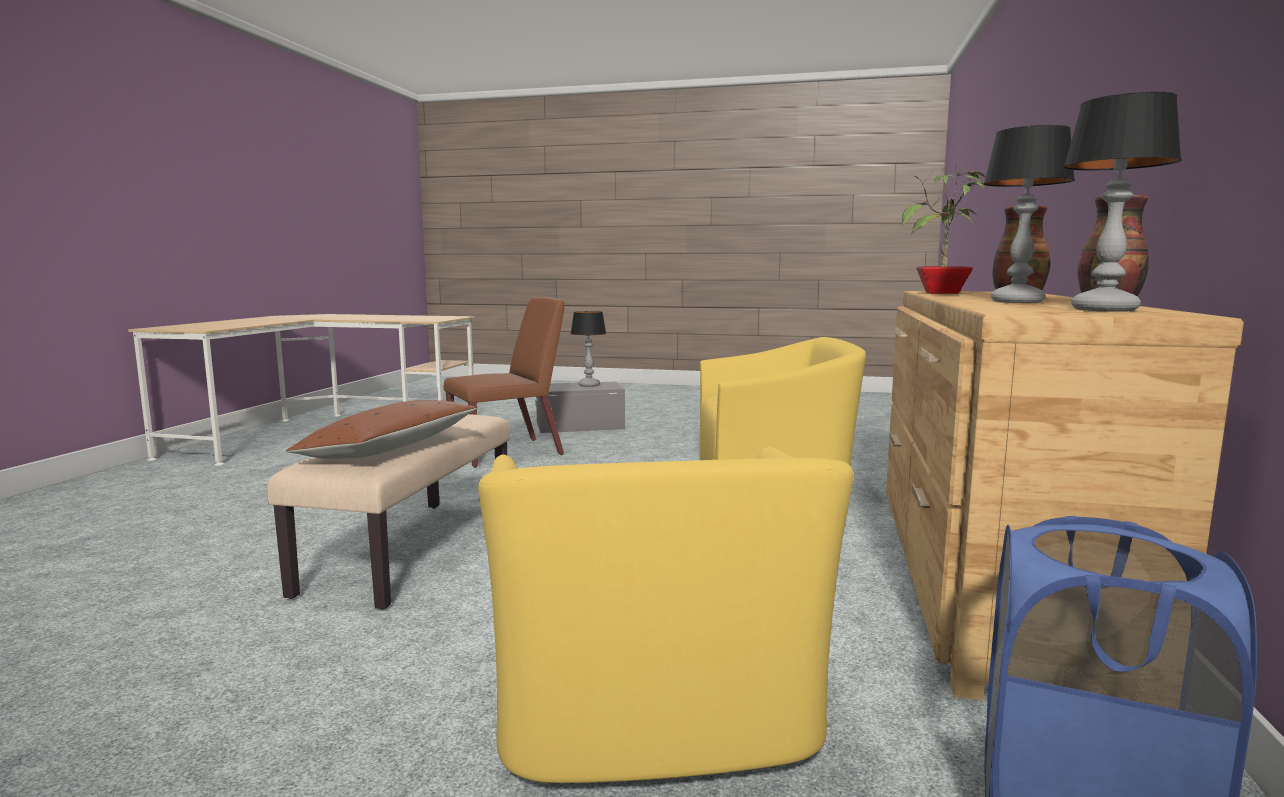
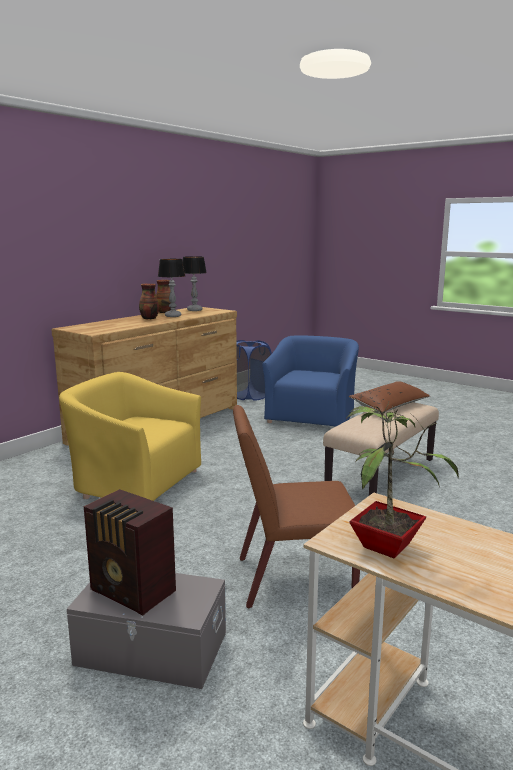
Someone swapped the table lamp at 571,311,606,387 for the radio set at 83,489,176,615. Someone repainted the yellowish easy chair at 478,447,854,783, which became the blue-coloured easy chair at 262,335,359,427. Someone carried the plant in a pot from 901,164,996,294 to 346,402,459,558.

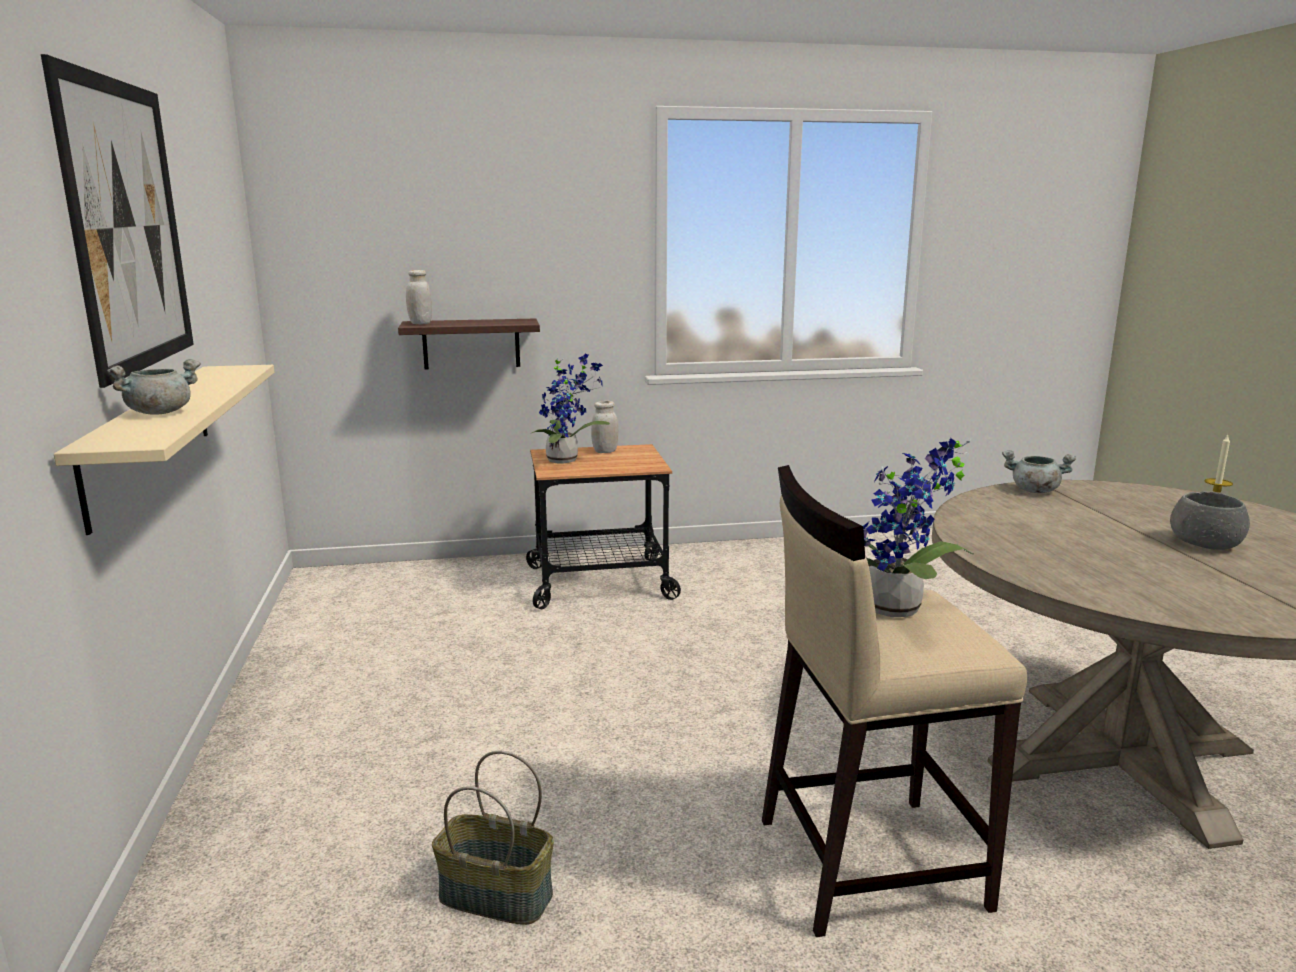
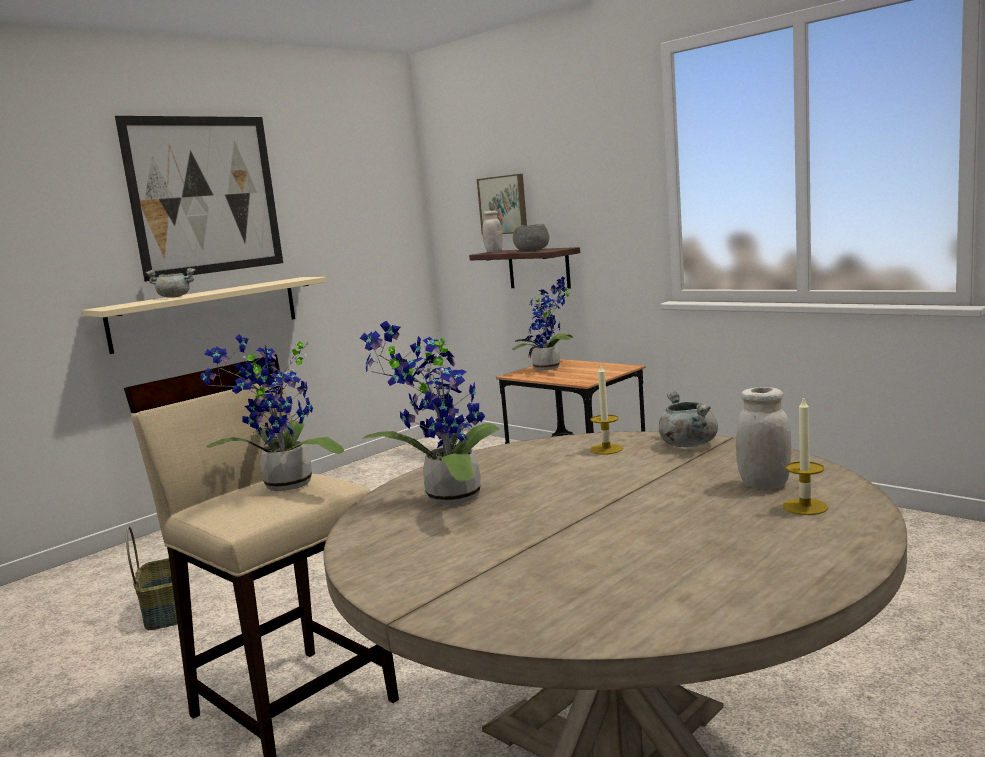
Someone put down the plant in a pot at 360,321,500,505. Someone put up the wall art at 477,174,527,235. Someone carried the grey serving bowl from 1170,491,1250,550 to 513,224,549,251. Someone put down the candle at 590,365,623,455. Someone carried the white preserve jar from 591,401,619,453 to 736,387,791,489.

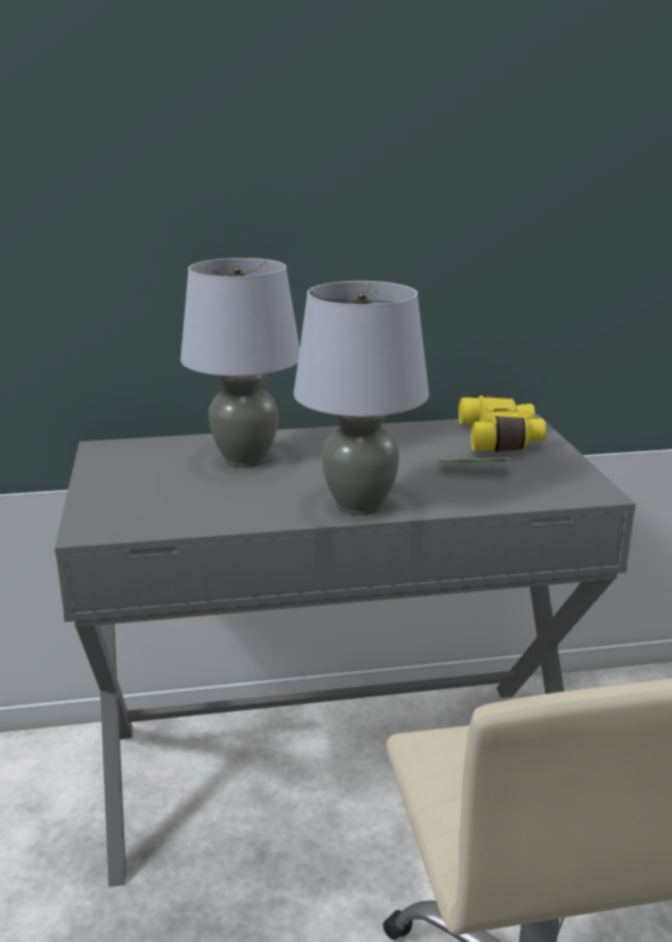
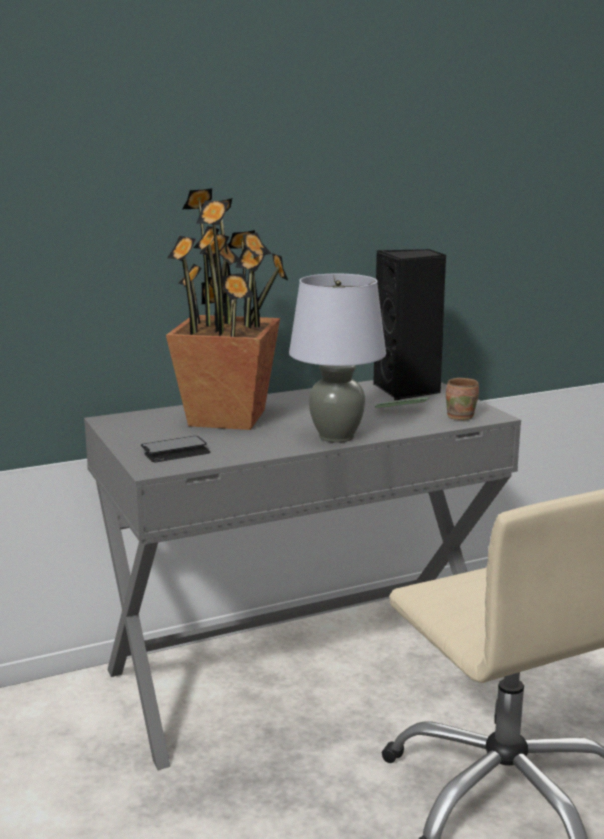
Someone put down the phone at 141,436,211,462. Someone swapped the grey table lamp at 180,258,300,467 for the plant in a pot at 166,188,288,430. Someone swapped the yellowish pair of binoculars at 459,395,546,452 for the blackish speaker at 373,249,446,400. Someone put down the brown coffee mug at 446,378,479,420.

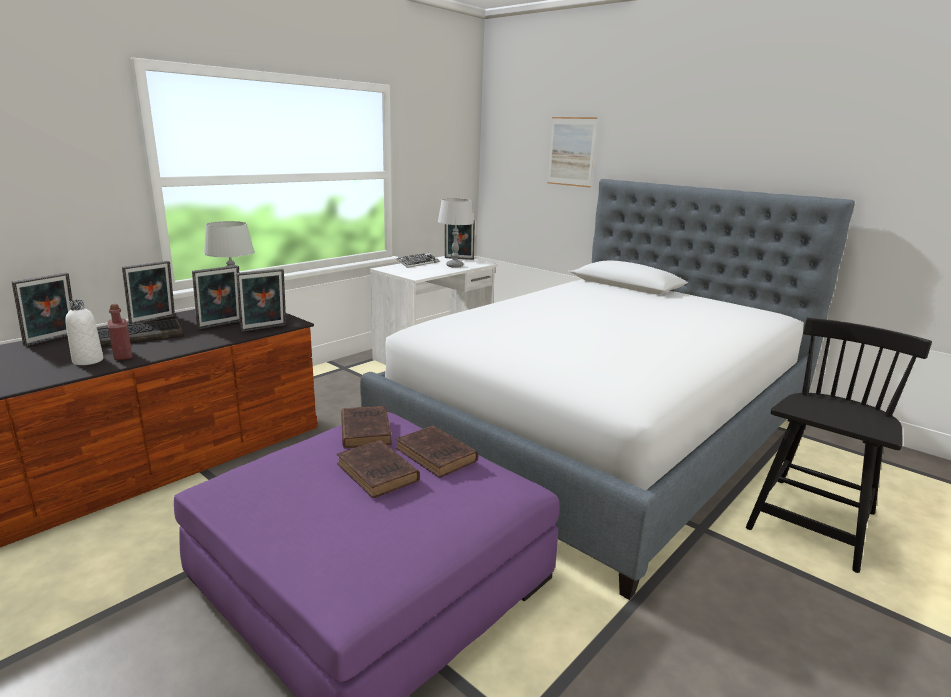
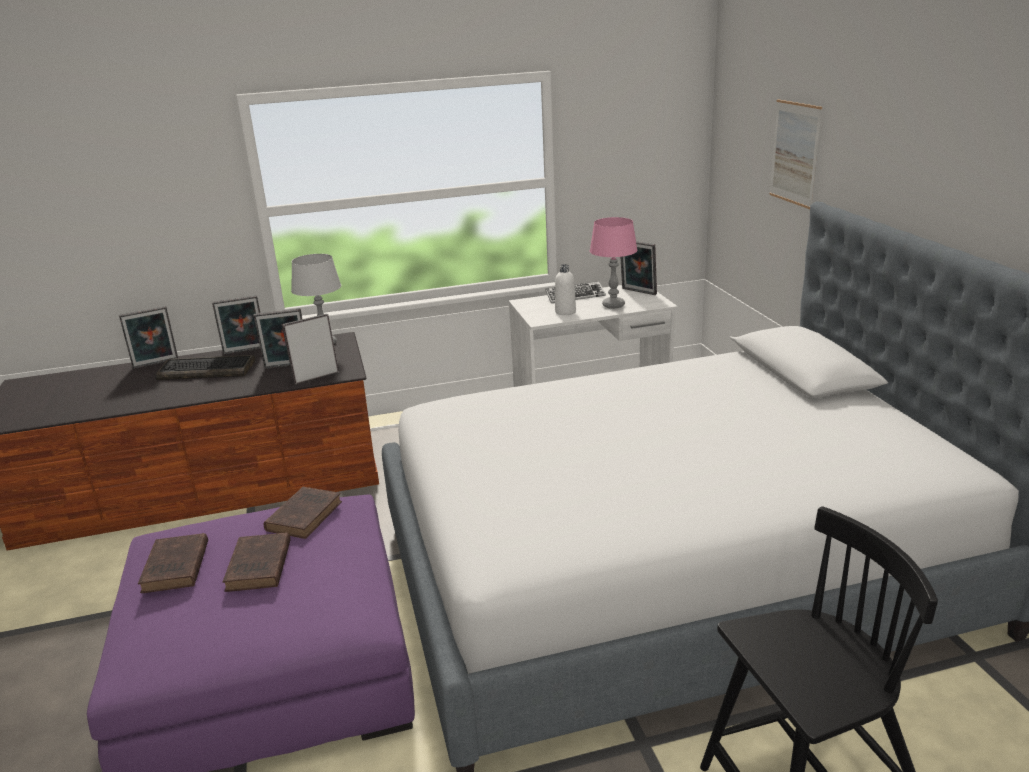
Someone carried the brown volume from 396,425,478,478 to 138,533,208,593. Someone rotated the photo frame at 236,269,286,332 by 150 degrees clockwise. Someone carried the white beverage bottle from 65,300,103,365 to 555,264,576,315. Someone repainted the grey table lamp at 438,198,474,268, which became the pinkish table lamp at 590,217,638,309. Someone took away the red-coloured beverage bottle at 108,304,133,360.

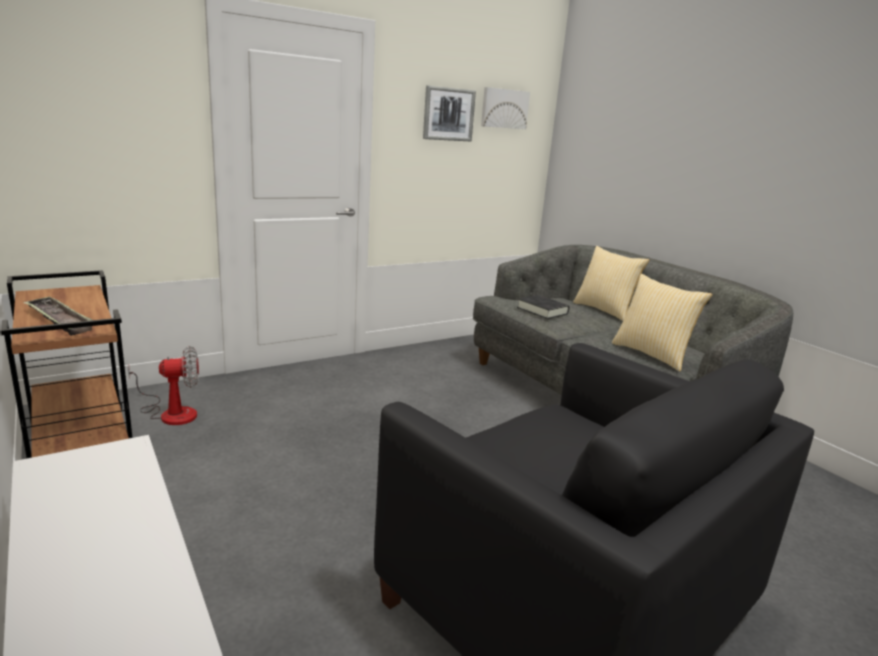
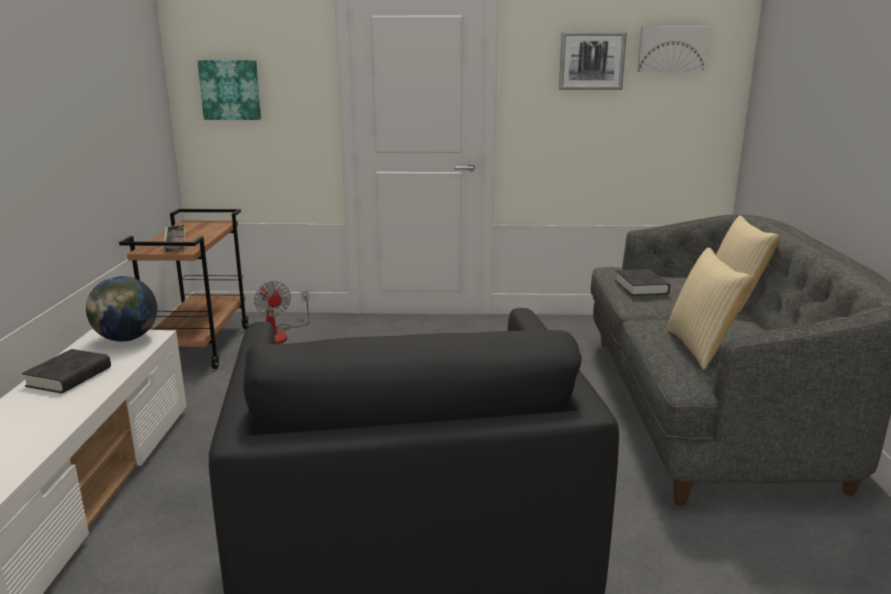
Someone put down the blackish volume at 22,349,111,393. Someone put down the world globe at 86,276,157,342. Someone put up the wall art at 197,60,261,120. Someone rotated the cooling fan at 128,346,199,425 by 45 degrees clockwise.

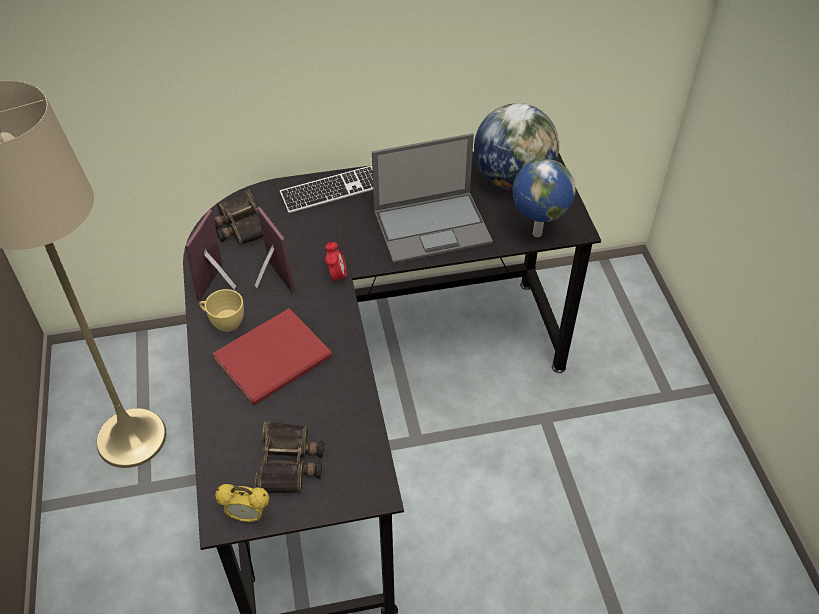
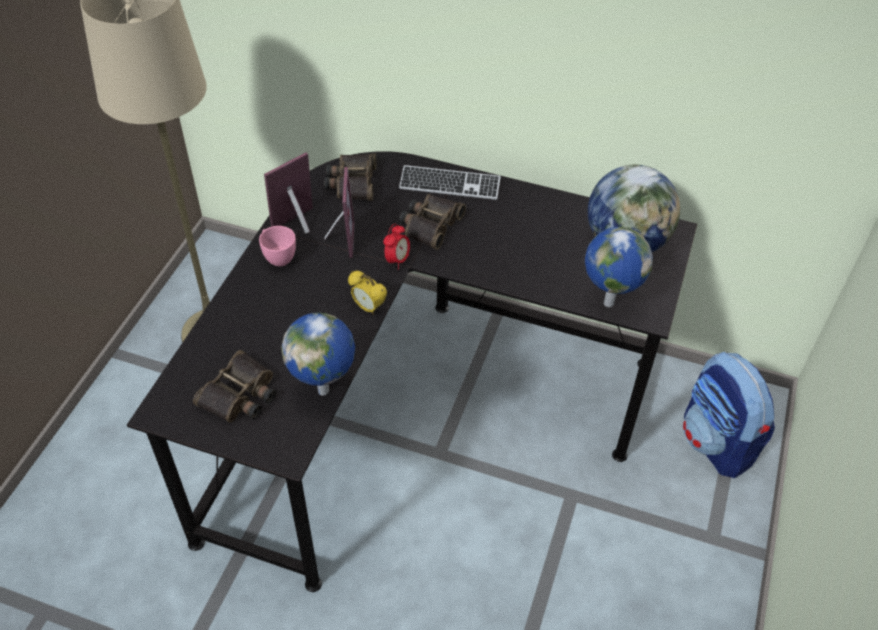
Someone repainted the yellowish drinking cup at 199,289,244,332, which became the pinkish drinking cup at 259,226,296,266. Someone put down the world globe at 281,313,355,396. Someone carried the alarm clock from 215,484,269,522 to 348,271,387,315. Someone put down the pair of binoculars at 399,194,466,250. Someone put down the backpack at 683,351,775,478. Someone took away the red-coloured volume at 212,308,332,406. Someone took away the laptop at 372,133,493,263.

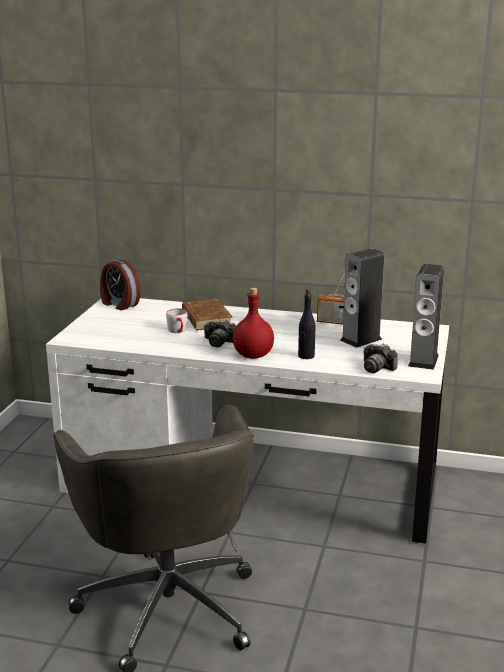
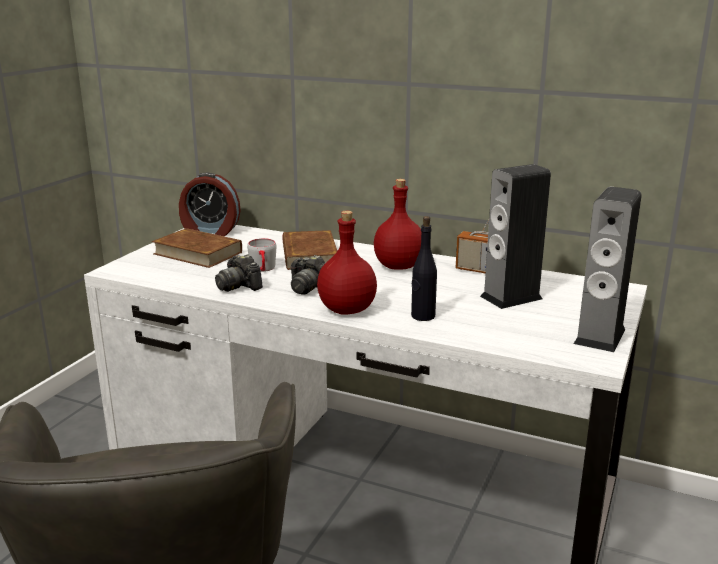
Someone put down the brown volume at 152,228,242,268. Someone rotated the alarm clock at 100,259,141,310 by 45 degrees counterclockwise. Someone carried the photo camera from 363,343,398,373 to 215,254,263,292. Someone put down the red-coloured beverage bottle at 374,179,421,270.

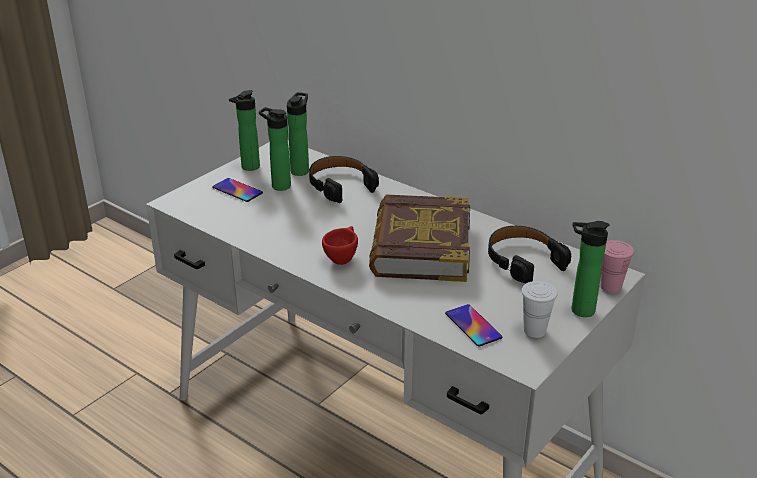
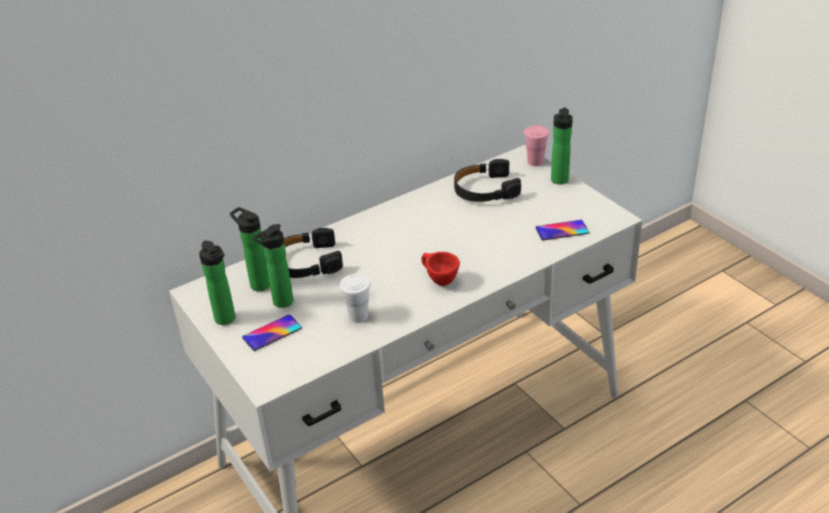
Someone carried the white drinking cup from 521,281,558,338 to 339,274,371,323. Someone took away the volume at 369,195,470,282.

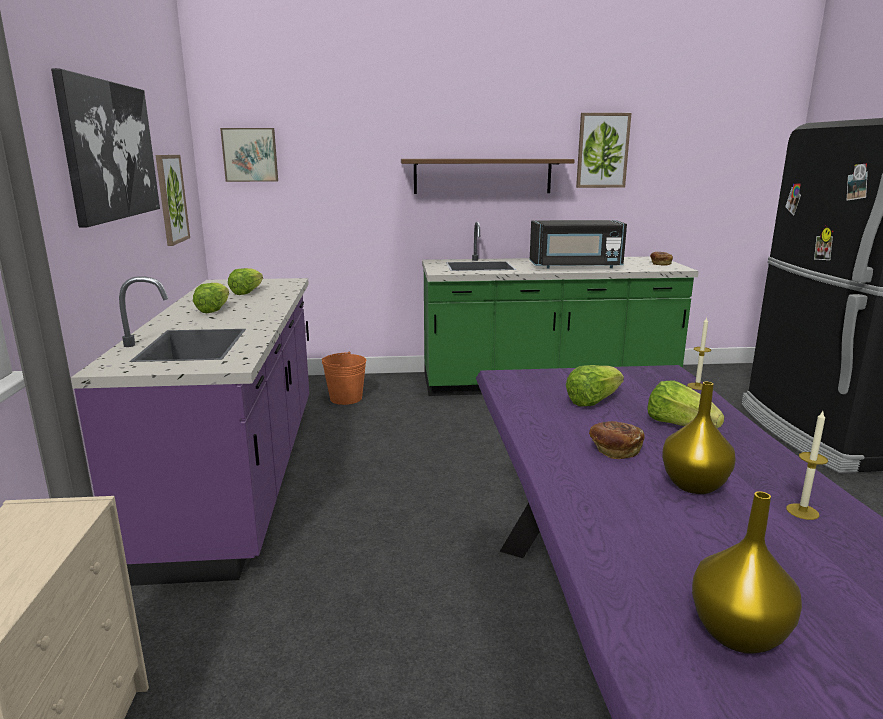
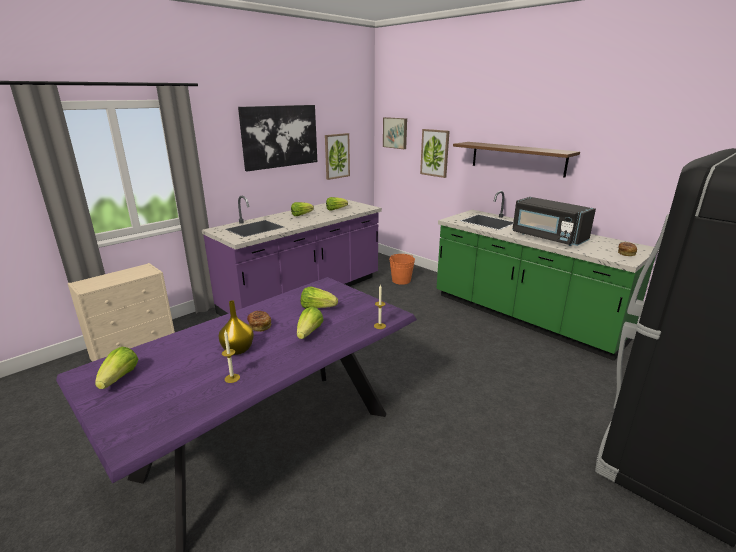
Someone swapped the yellowish decorative vase at 692,491,802,654 for the lettuce head at 95,346,138,389. Someone carried the wall art from 576,113,631,188 to 420,129,450,178.

